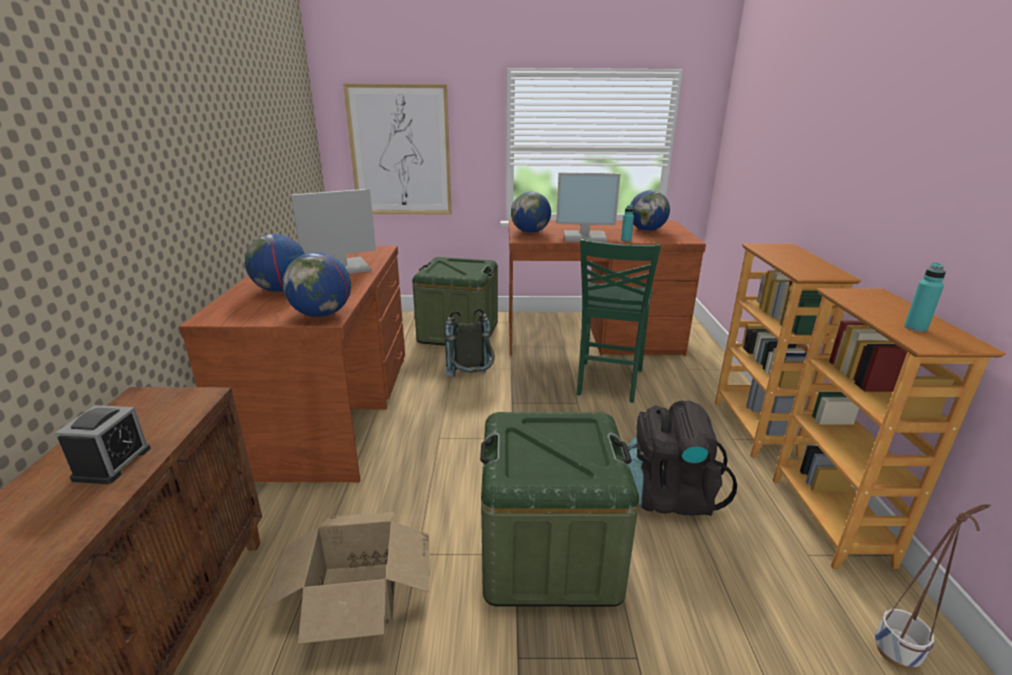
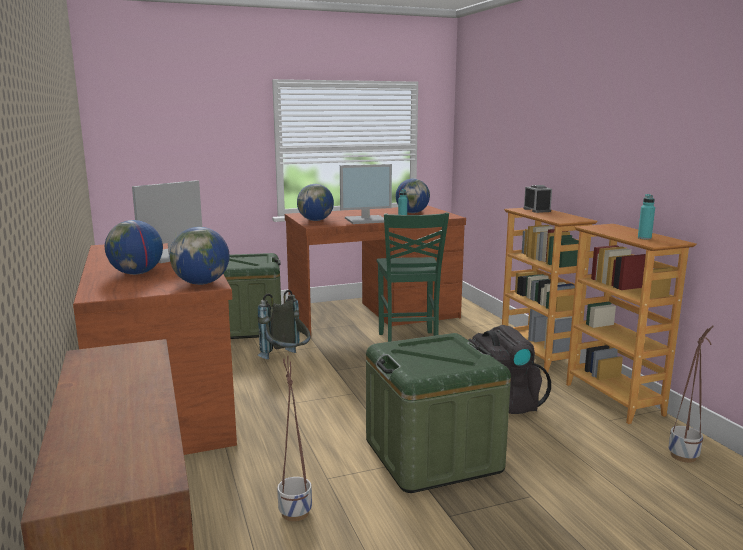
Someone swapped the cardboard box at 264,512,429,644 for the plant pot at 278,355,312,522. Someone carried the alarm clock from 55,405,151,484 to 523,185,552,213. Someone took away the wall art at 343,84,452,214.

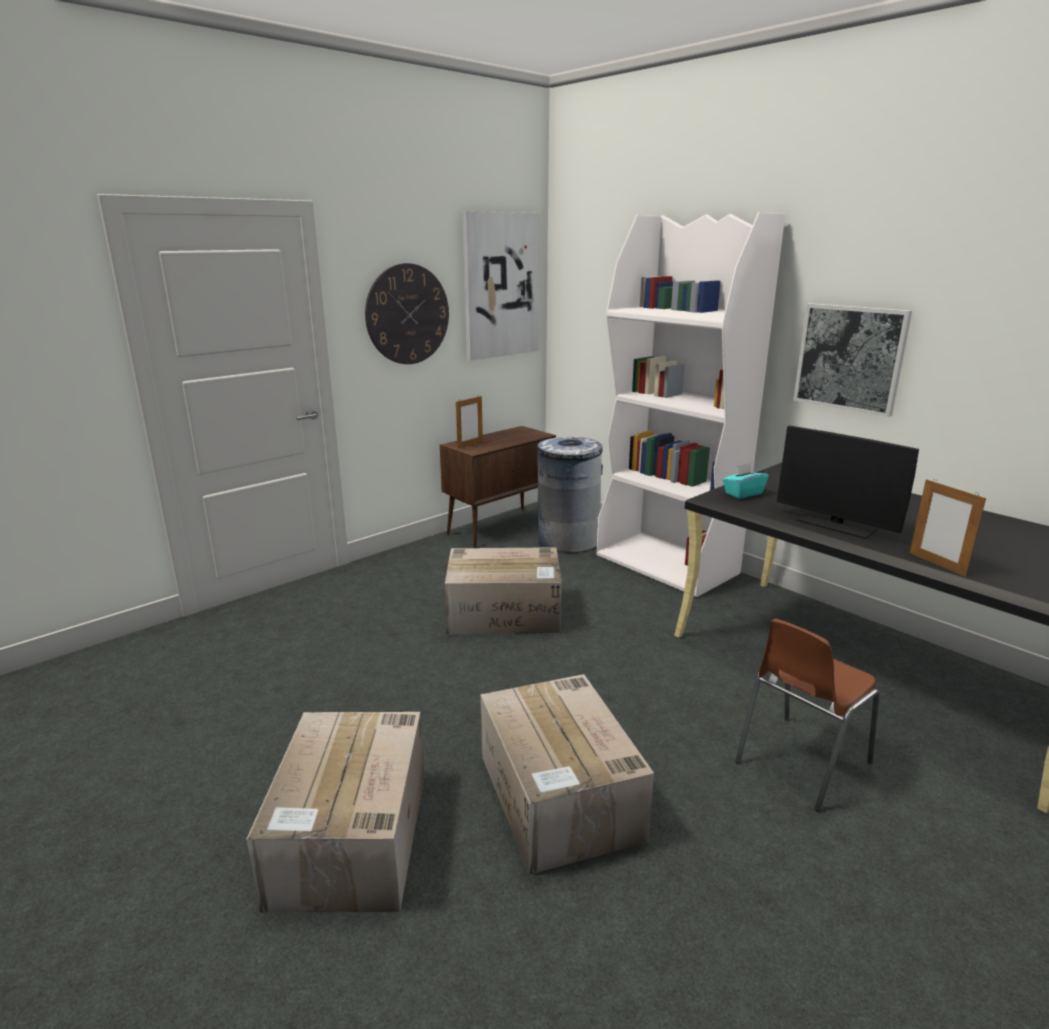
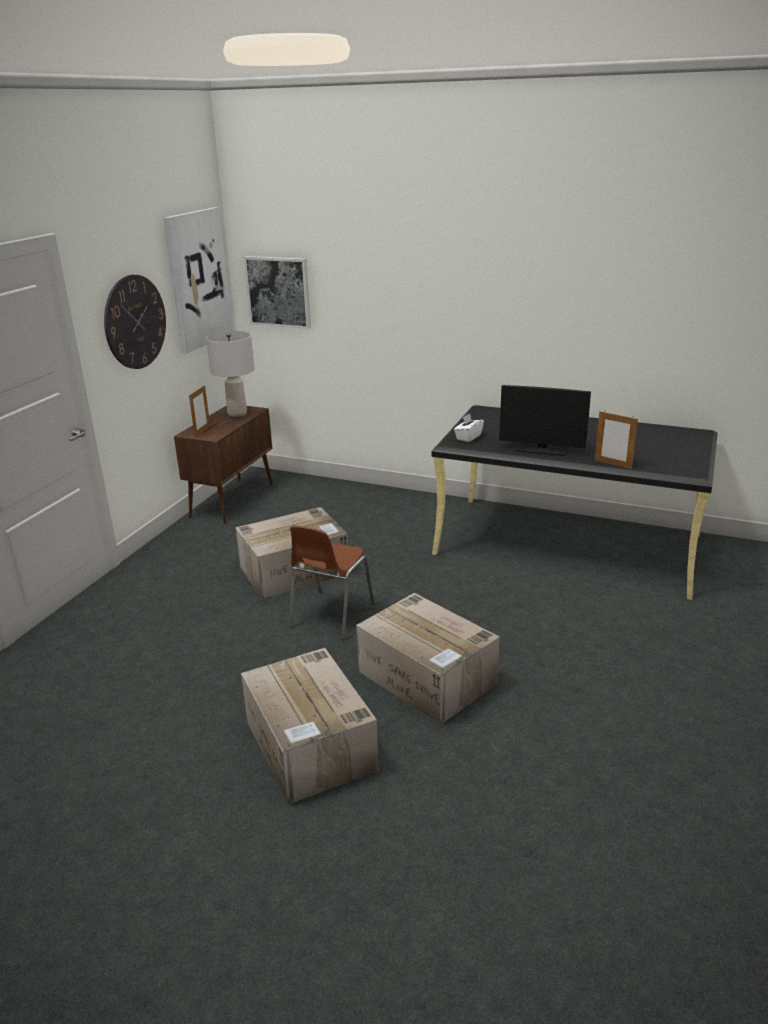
Someone put down the grey table lamp at 206,331,255,417. Someone carried the wall art from 793,303,912,417 to 244,256,311,329. Someone carried the brown upright chair from 735,619,880,812 to 290,525,375,640. Someone repainted the blue-green tissue holder at 723,462,769,499, which became the white tissue holder at 454,414,484,442. Someone took away the grey trash can at 537,437,603,553. Someone took away the white shelving unit at 596,212,785,597.

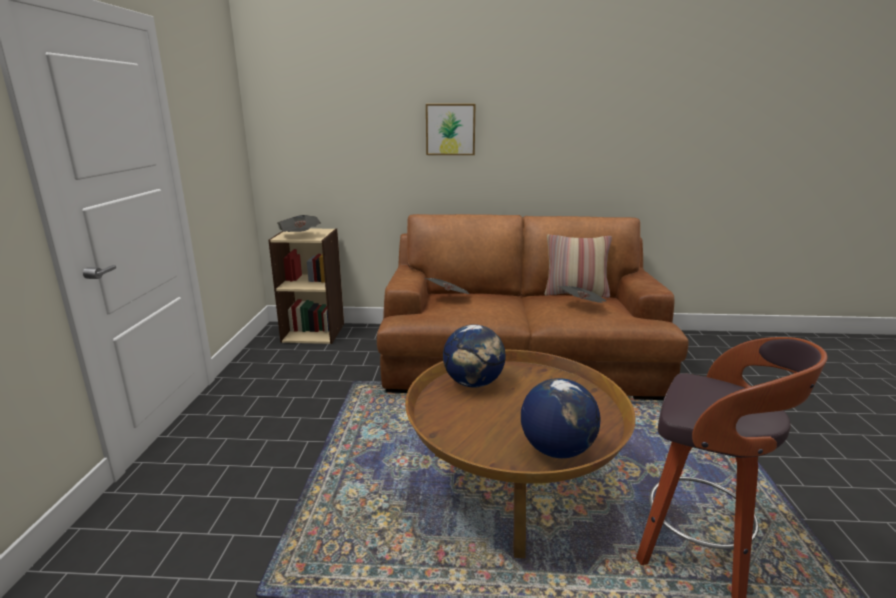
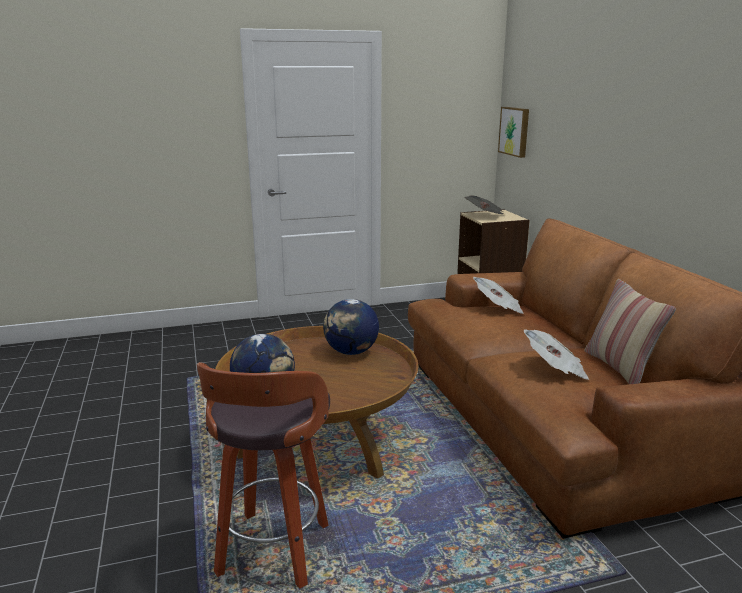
Someone carried the wall art from 426,104,476,155 to 498,107,529,158.

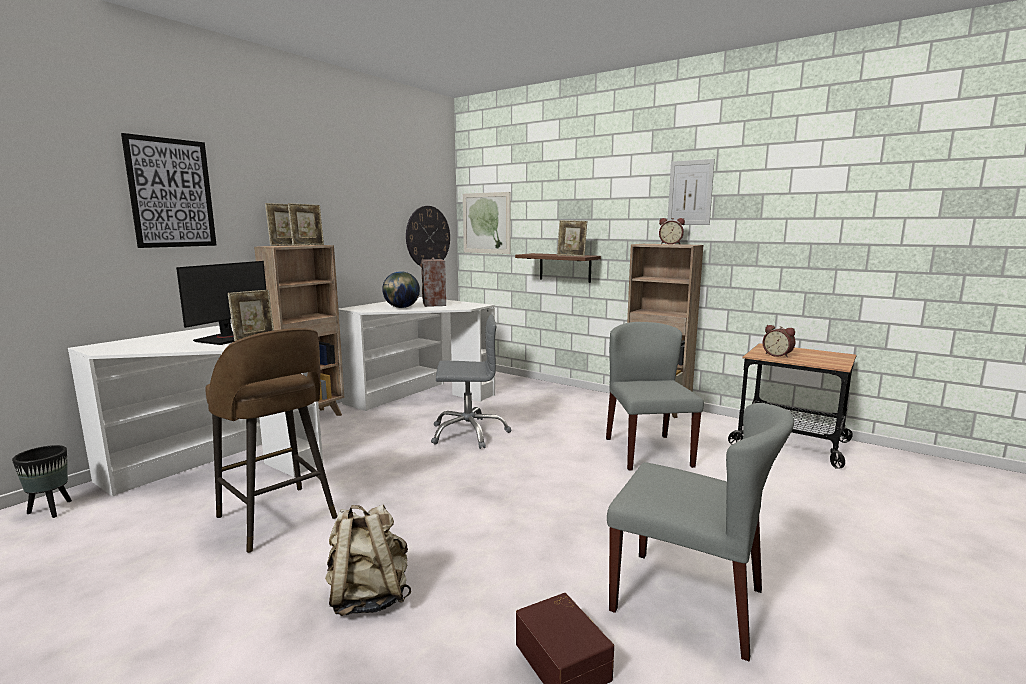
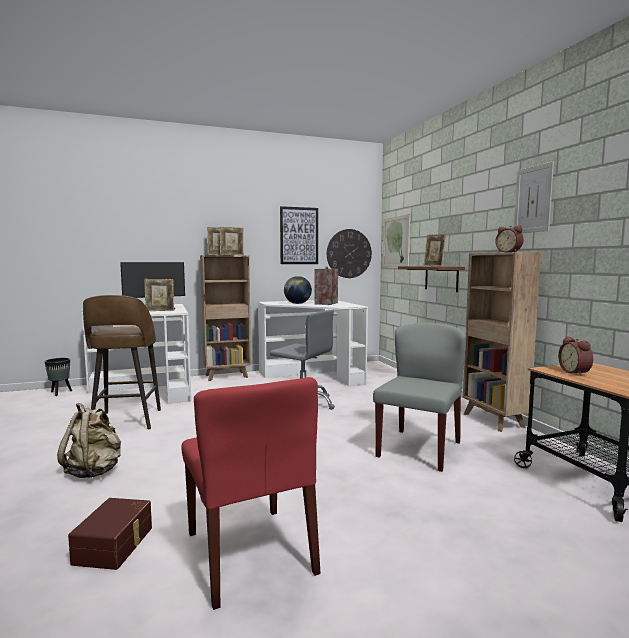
Someone repainted the grey upright chair at 607,403,794,661, which became the red-coloured upright chair at 181,377,321,610. Someone carried the wall art from 121,133,217,248 to 280,206,318,264.

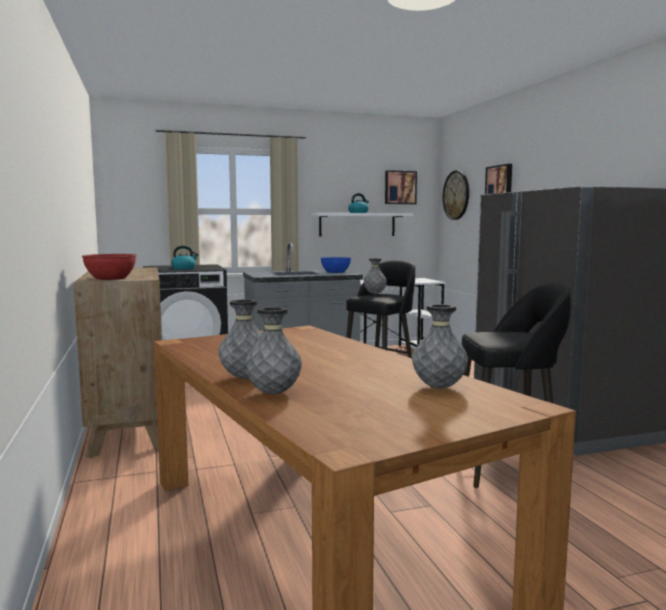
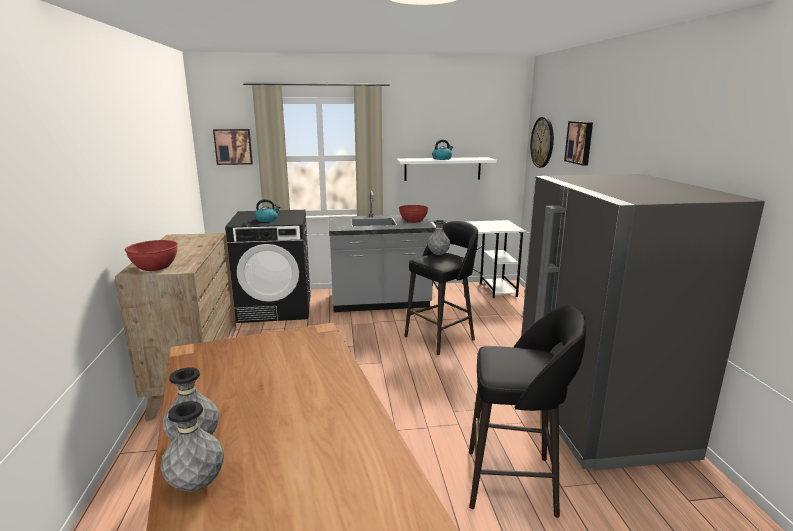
Someone carried the wall art from 385,170,417,204 to 213,129,253,165. Someone repainted the blue-coloured serving bowl at 320,257,351,273, which became the red-coloured serving bowl at 399,205,428,223. Someone took away the grey decorative vase at 412,304,468,389.

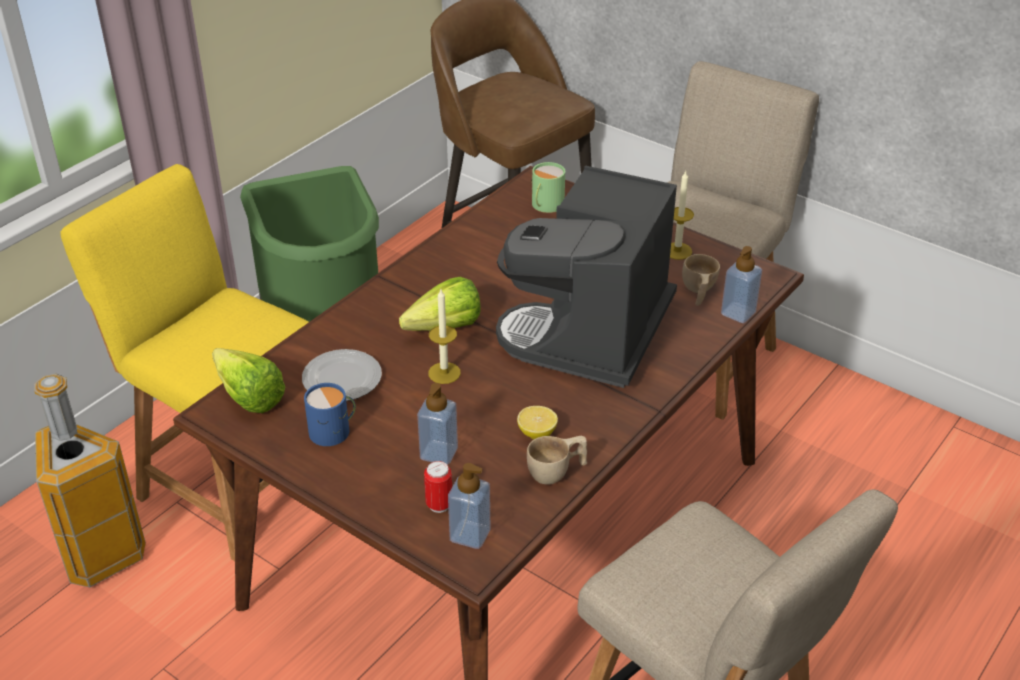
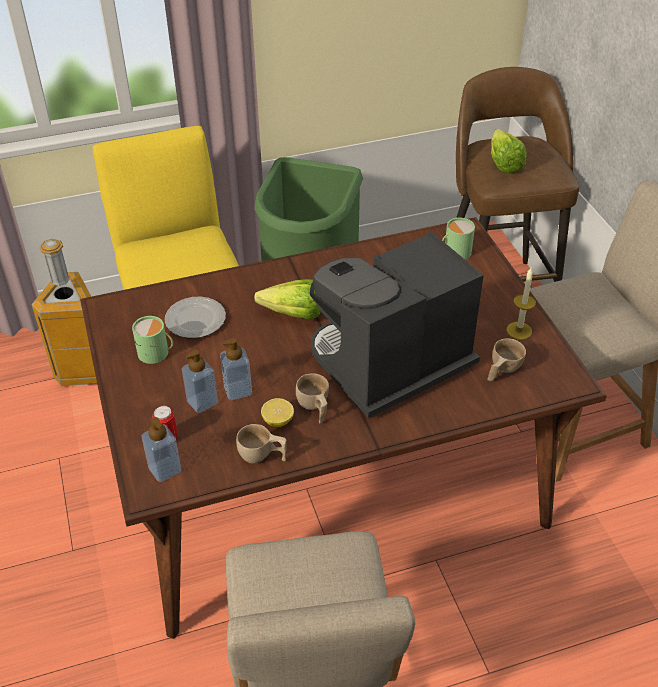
Someone repainted the blue-coloured coffee mug at 304,383,356,446, which became the green coffee mug at 132,316,173,364. Someone carried the soap dispenser from 721,246,762,323 to 220,338,252,400. Someone put down the beige drinking cup at 296,373,329,424. Someone carried the lettuce head from 212,348,285,413 to 491,129,527,173. Someone took away the candle at 428,289,461,384.

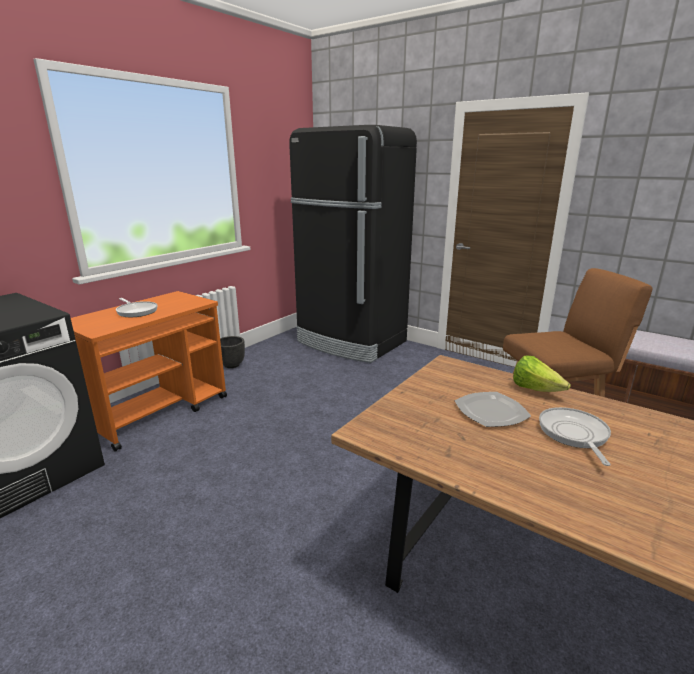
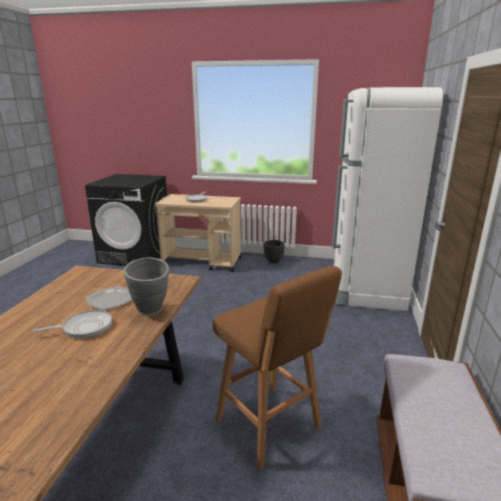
Someone swapped the lettuce head at 513,356,571,392 for the grey decorative vase at 124,257,169,316. Someone repainted the orangey cart at 71,291,227,452, which became the beige cart at 155,194,241,272. Someone repainted the blackish kitchen fridge at 289,125,417,363, which became the white kitchen fridge at 332,87,443,311.

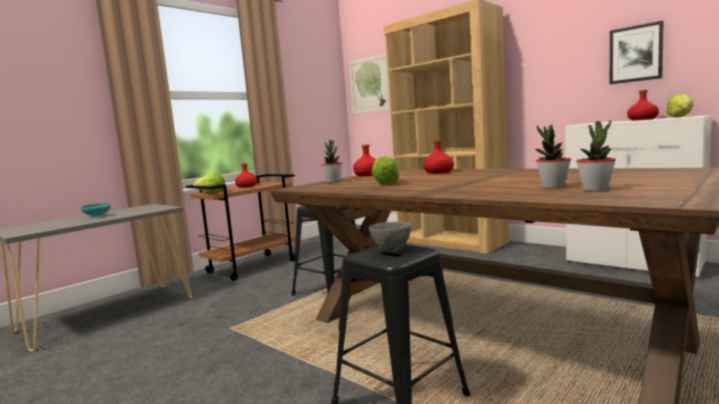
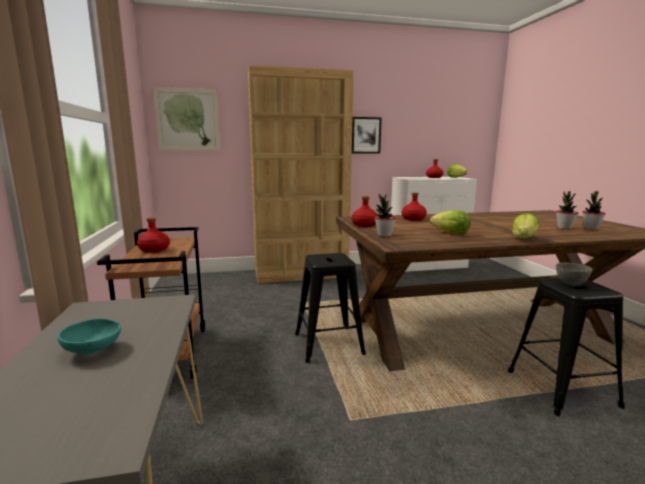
Someone carried the wall art from 610,21,664,84 to 352,117,382,154. Someone carried the lettuce head from 193,174,225,192 to 512,213,540,239.

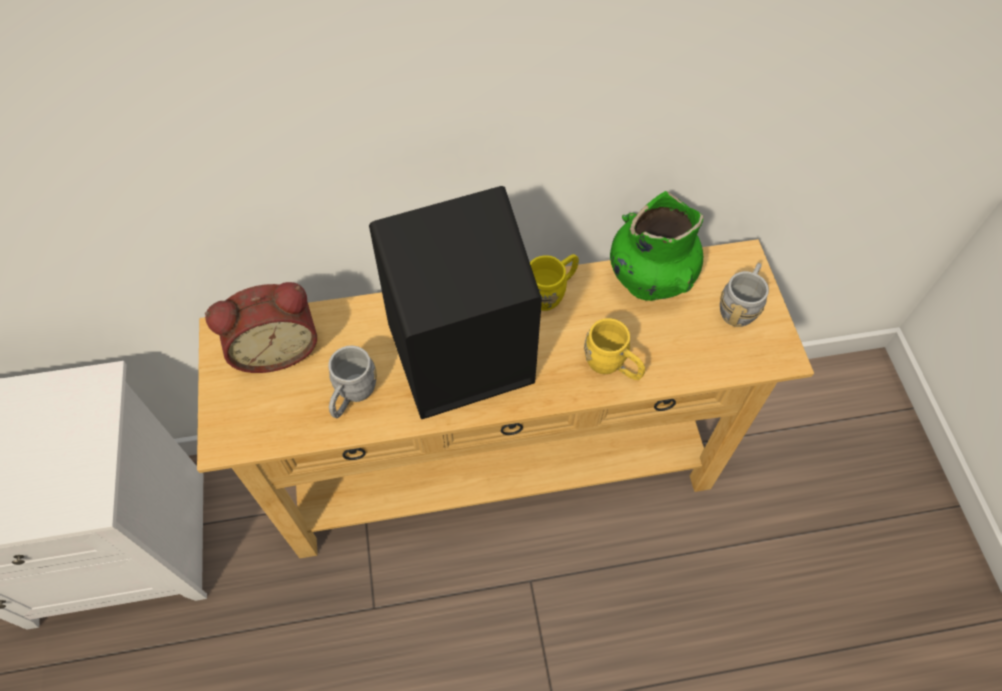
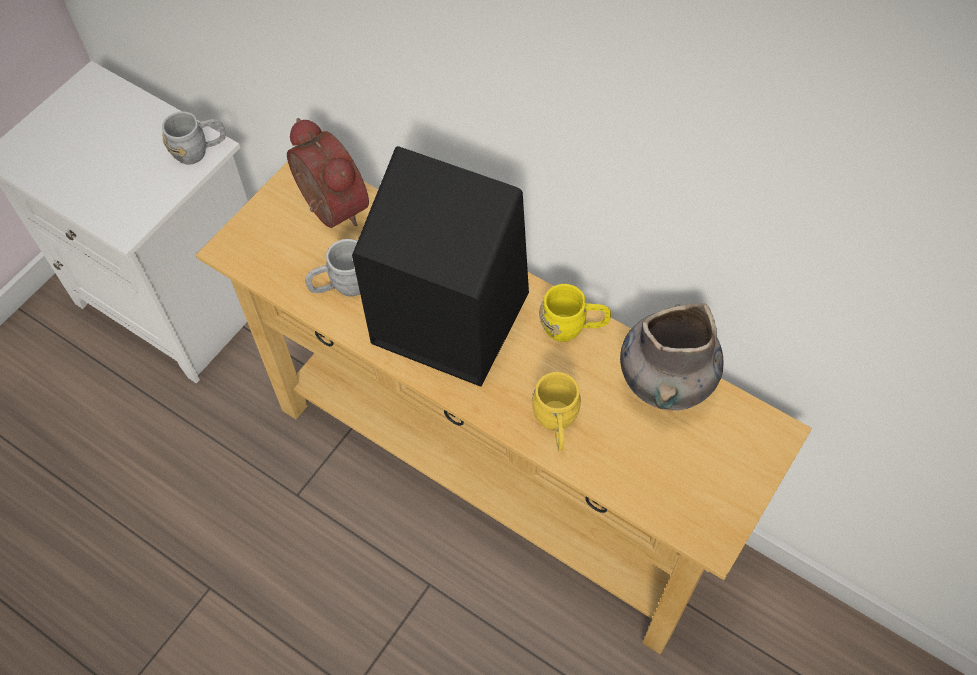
Someone carried the grey coffee mug from 720,262,769,327 to 162,111,226,165. Someone rotated the alarm clock at 205,282,317,373 by 150 degrees counterclockwise. Someone repainted the green decorative vase at 610,191,703,301, which became the grey decorative vase at 620,303,723,411.

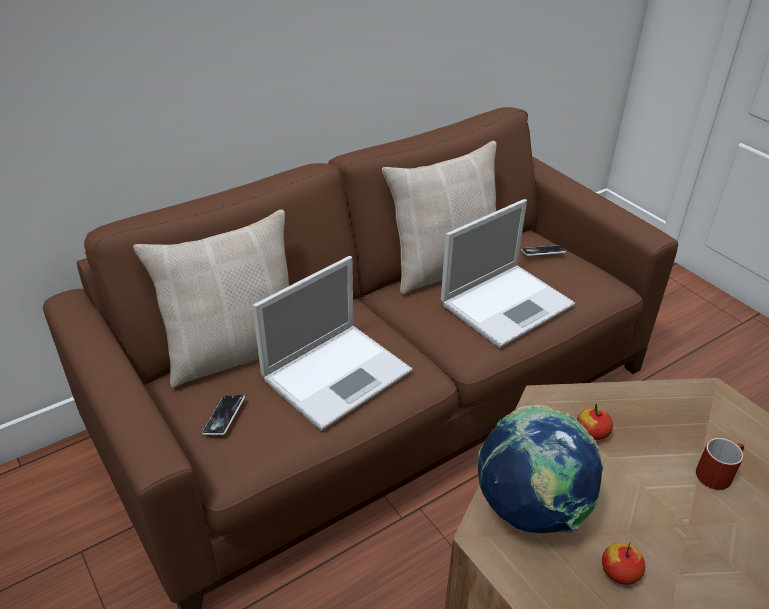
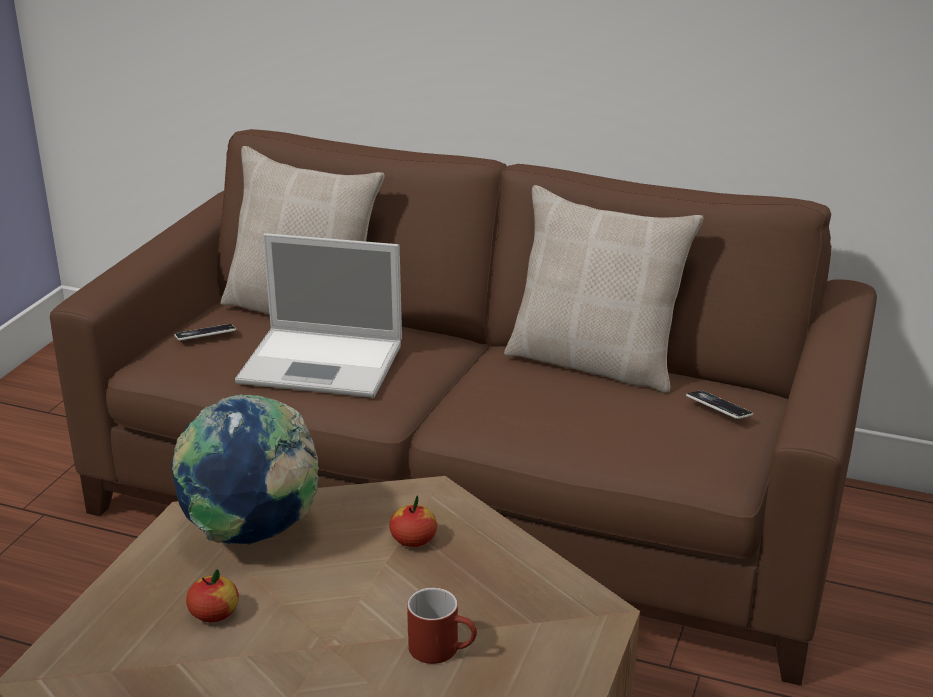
Someone took away the laptop at 441,199,575,348.

